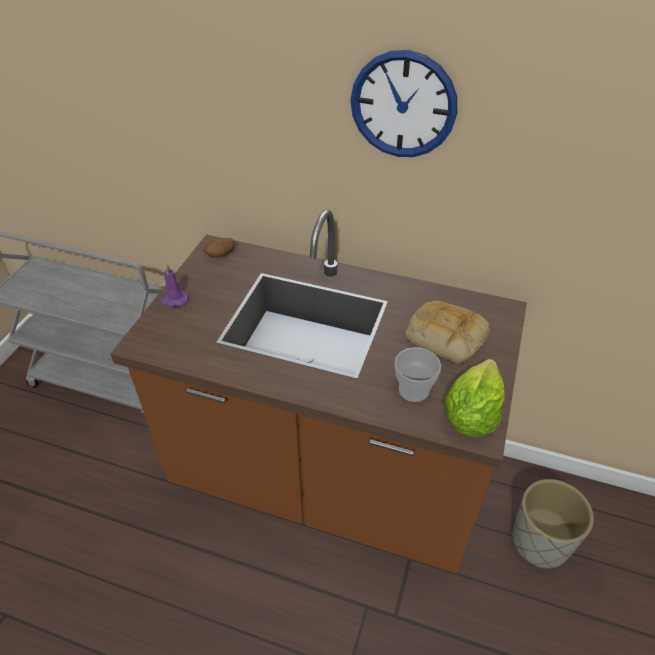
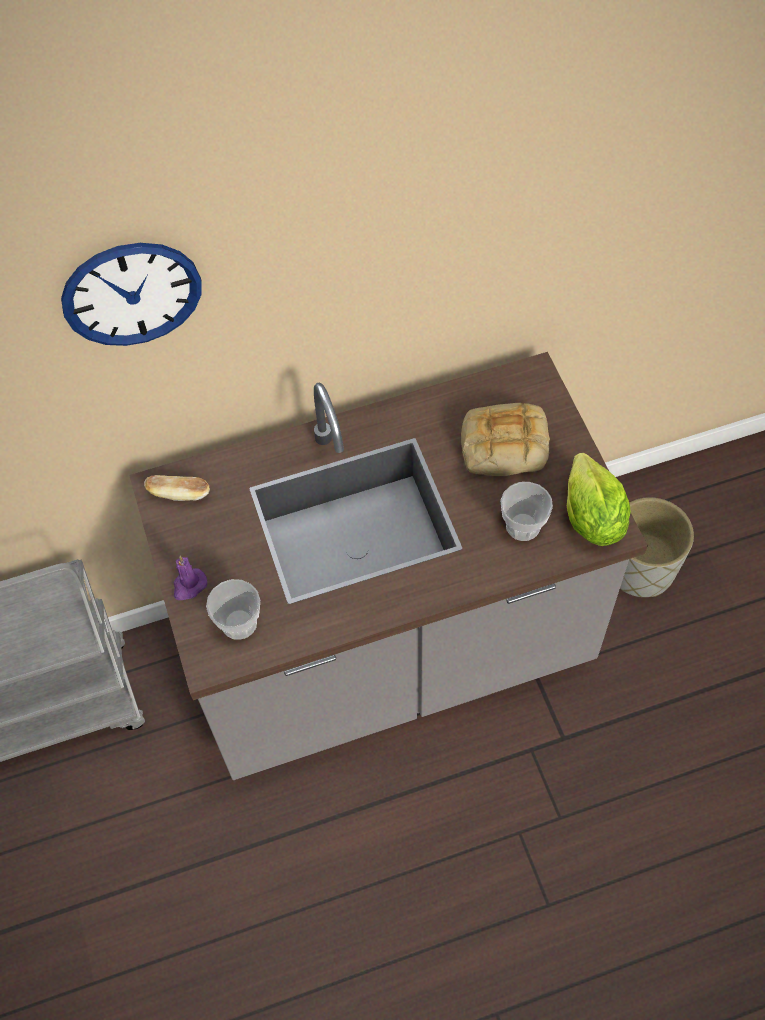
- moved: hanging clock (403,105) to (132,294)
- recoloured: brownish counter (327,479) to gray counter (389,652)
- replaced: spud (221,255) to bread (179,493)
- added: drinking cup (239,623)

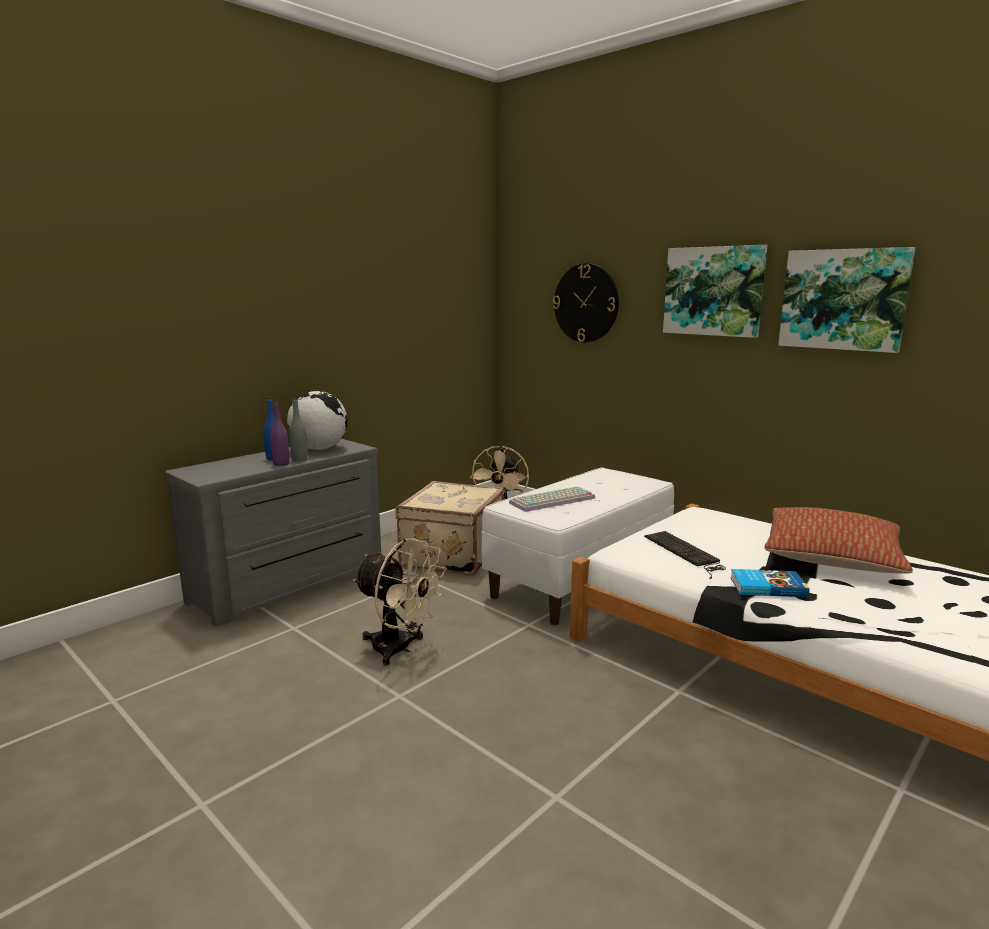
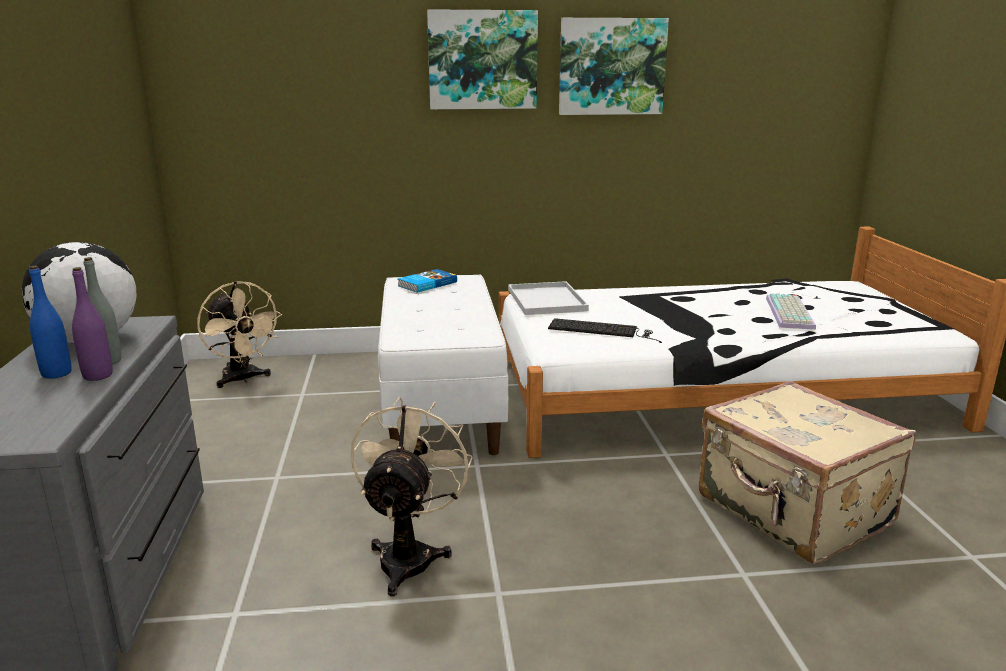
- removed: hanging clock (586,303)
- moved: beige travel case (450,555) to (792,512)
- moved: PC keyboard (552,501) to (791,313)
- removed: cushion (832,558)
- turned: beige fan (400,649) = (409,555) 60 degrees counterclockwise
- moved: bound book (767,586) to (426,284)
- added: white tray (548,300)

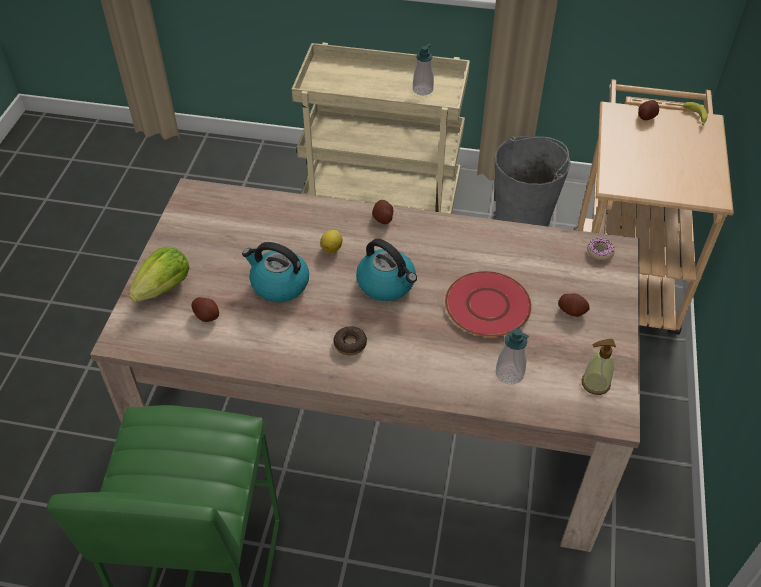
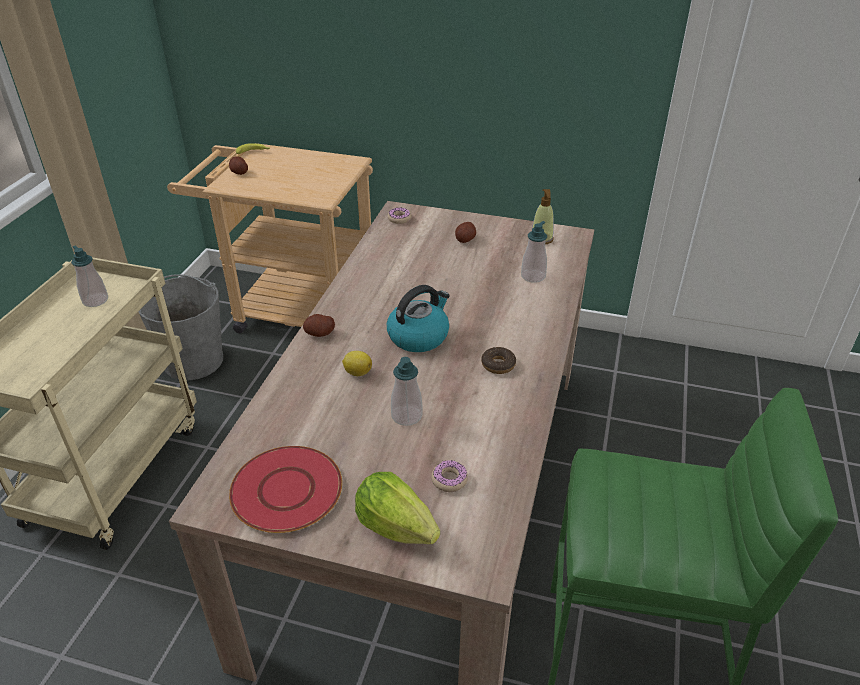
- replaced: tea kettle (279,284) to soap bottle (406,416)
- moved: red-coloured dinner plate (487,305) to (286,490)
- replaced: spud (207,315) to donut (449,480)

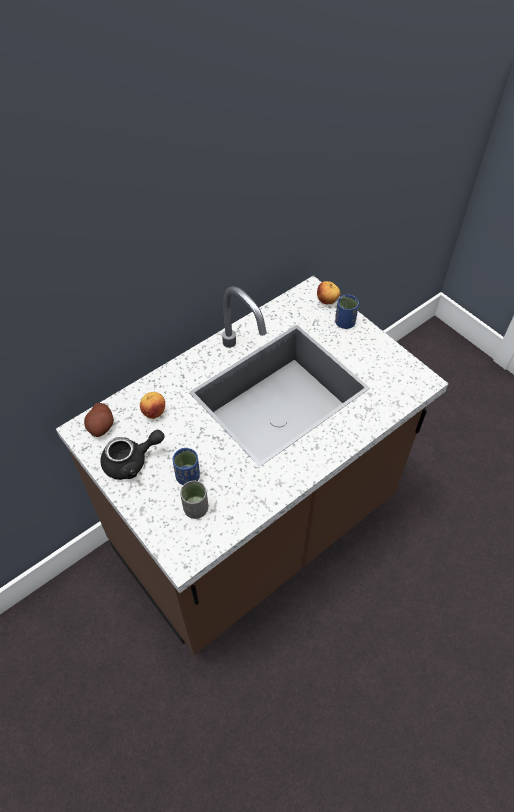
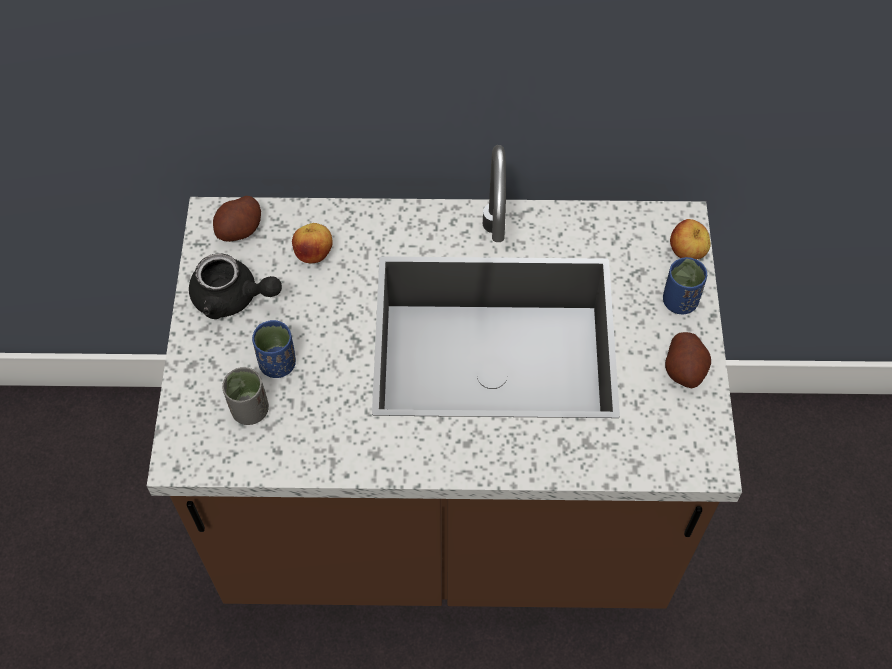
- added: spud (684,369)

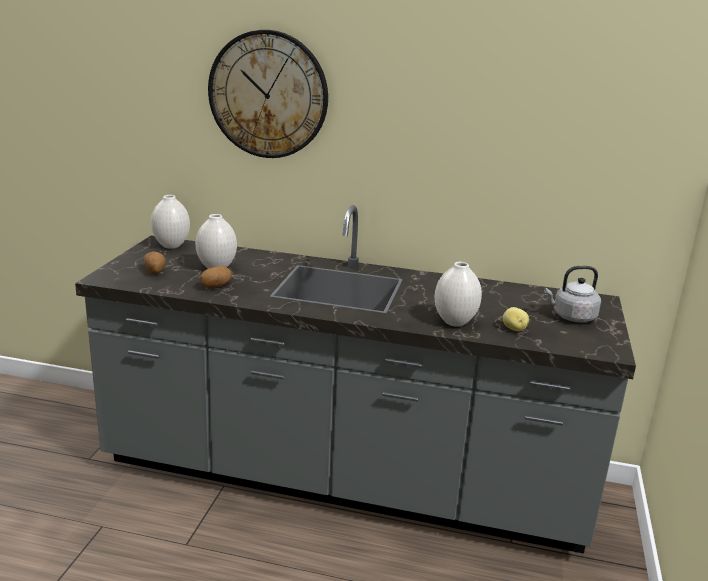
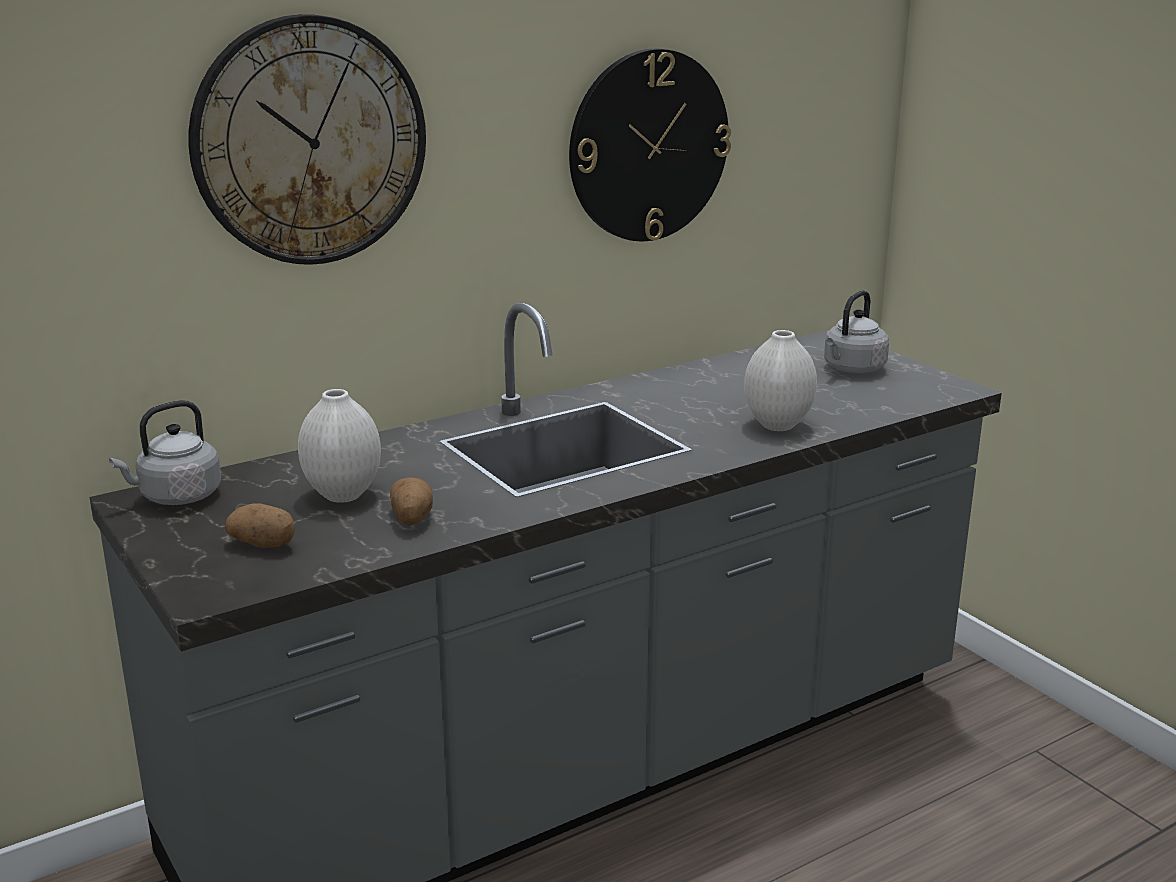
- replaced: white vase (171,246) to gray tea kettle (176,497)
- removed: spud (514,329)
- added: hanging clock (648,146)

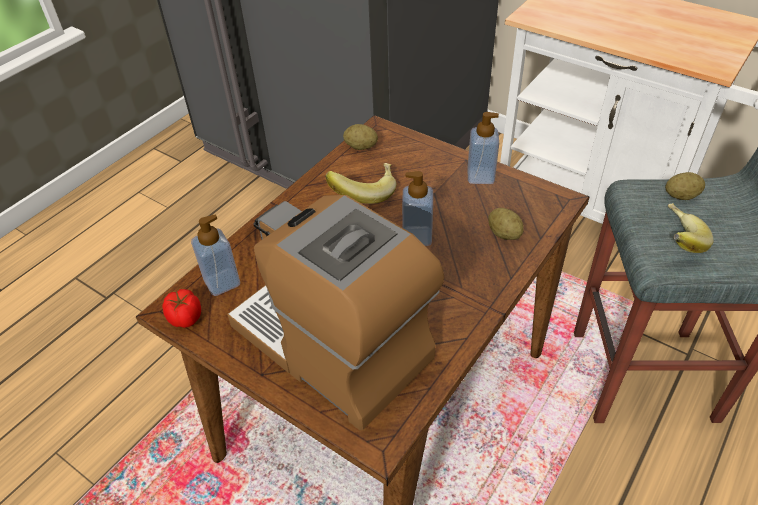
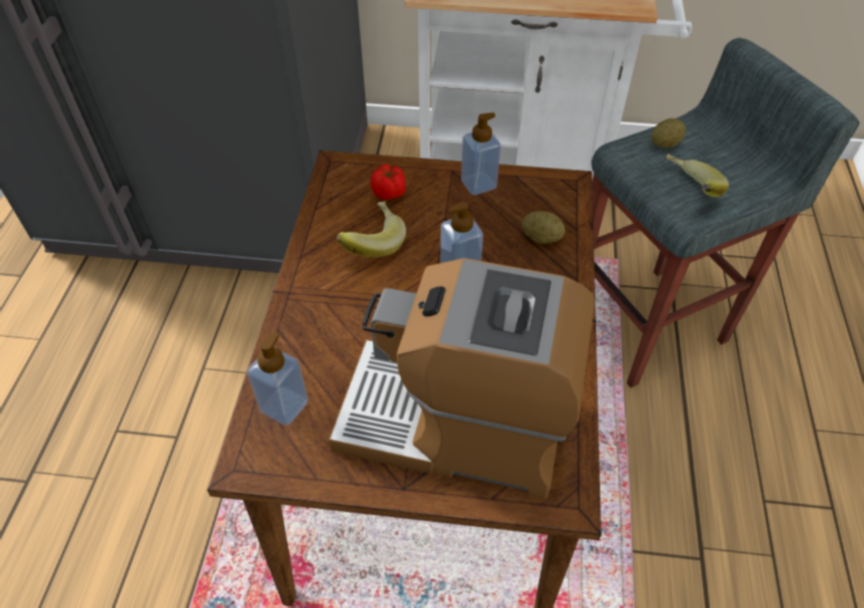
- removed: spud (361,147)
- moved: whole tomato (186,318) to (389,193)

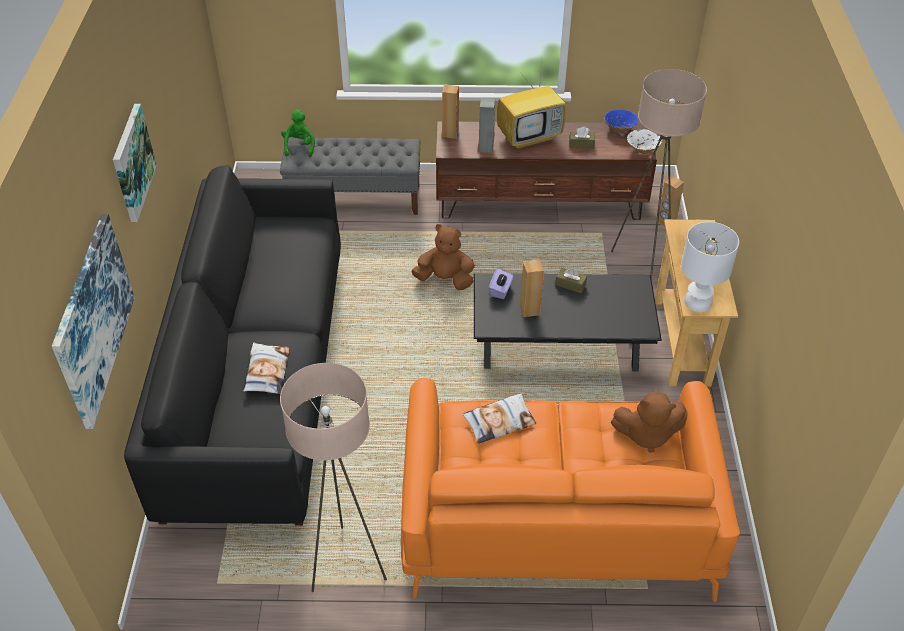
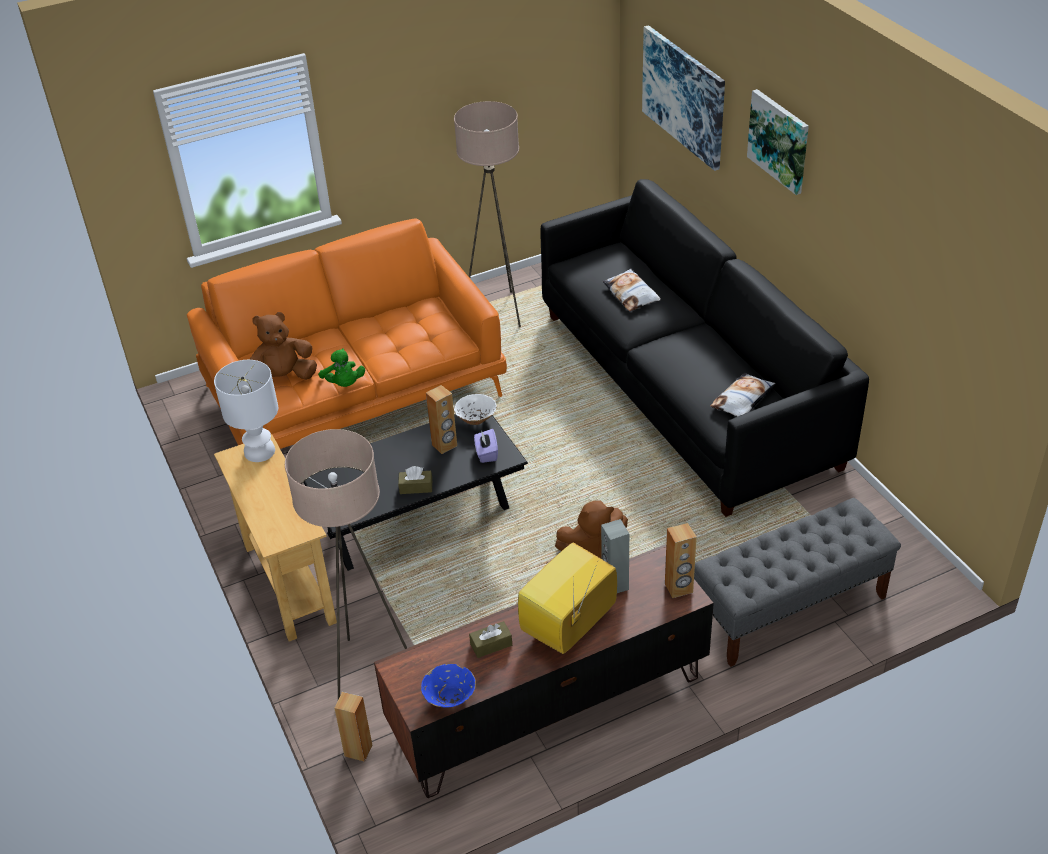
- moved: green-coloured cuddly toy (299,146) to (344,384)
- moved: white deep dish (642,150) to (476,419)
- moved: cushion (499,421) to (743,400)

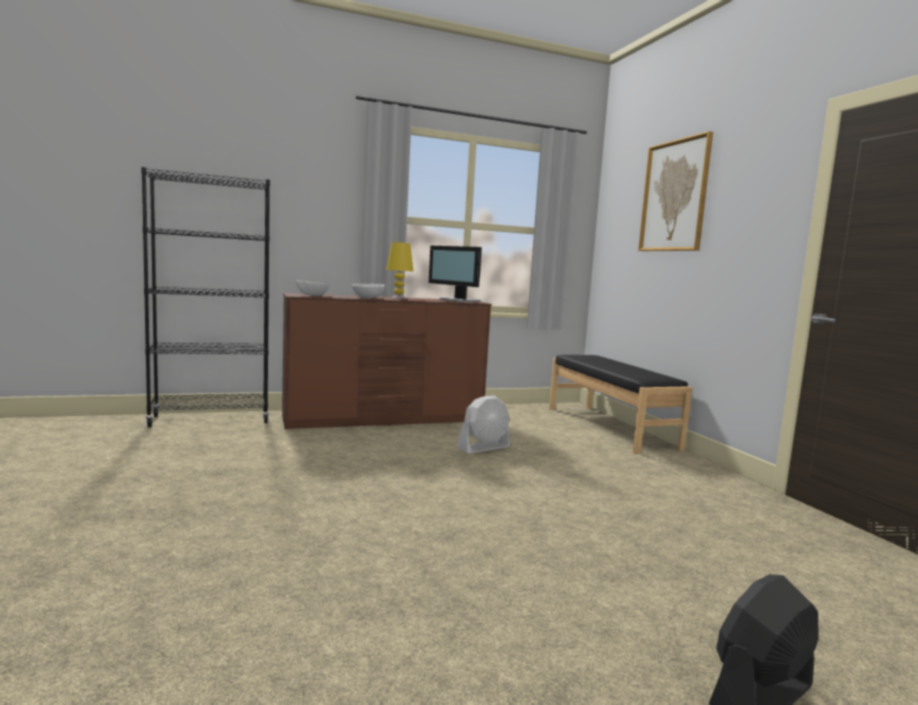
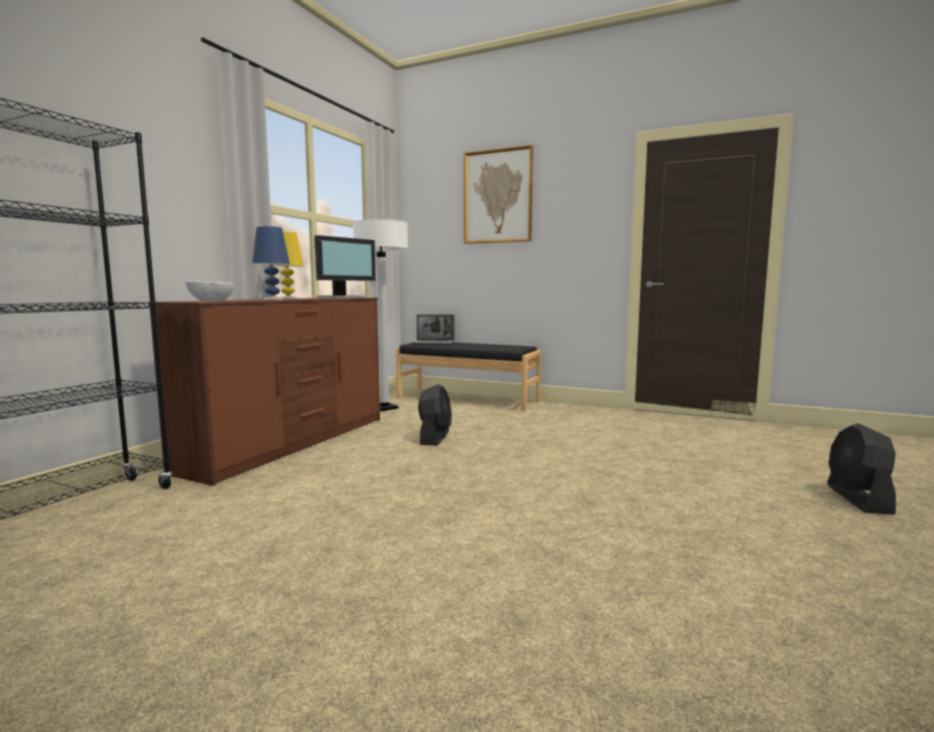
- turned: computer display (459,301) = (341,297) 45 degrees counterclockwise
- replaced: white deep dish (368,298) to bluish tabletop lamp (272,299)
- recoloured: white fan (484,448) to black fan (435,438)
- added: white standing lamp (384,408)
- added: notebook computer (434,343)

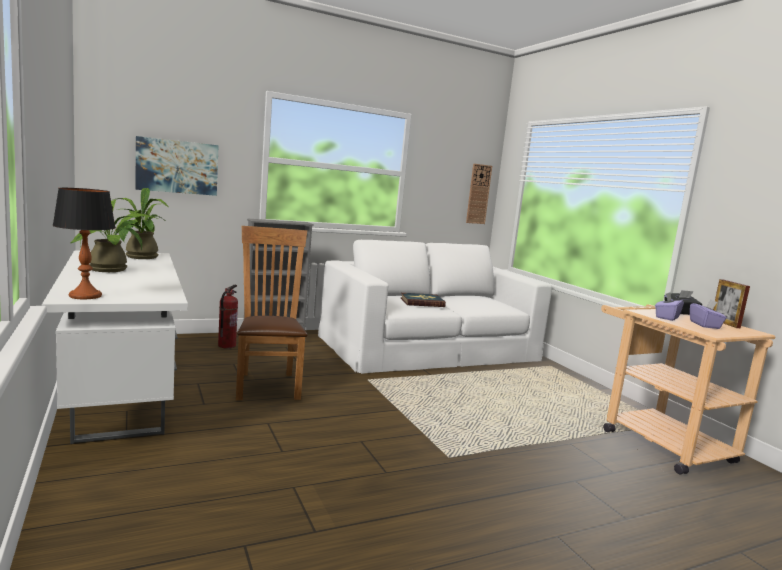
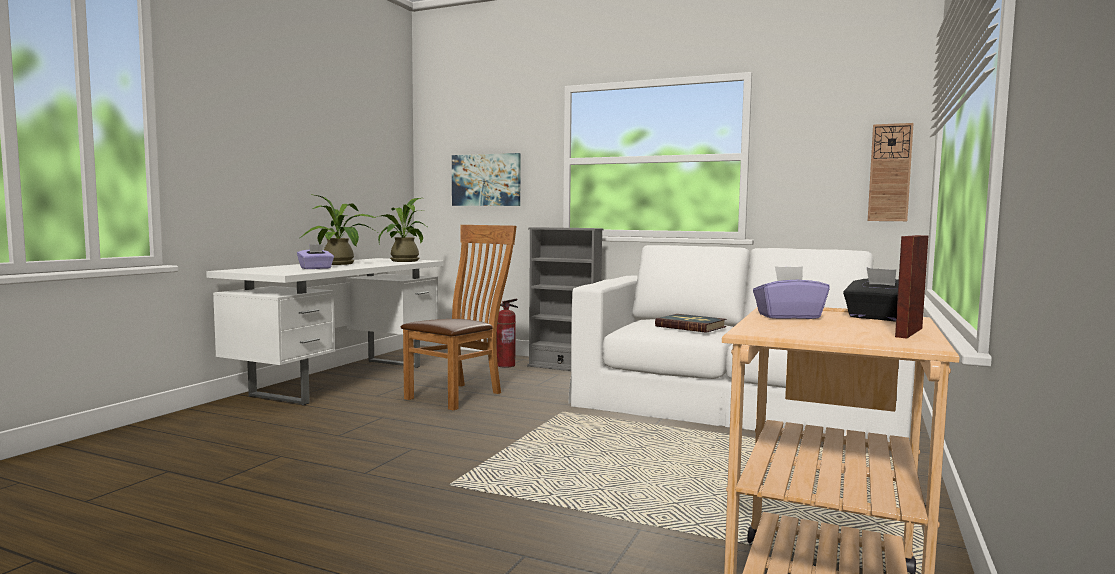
- removed: tabletop lamp (85,296)
- moved: purplish box of tissues (705,325) to (316,268)

